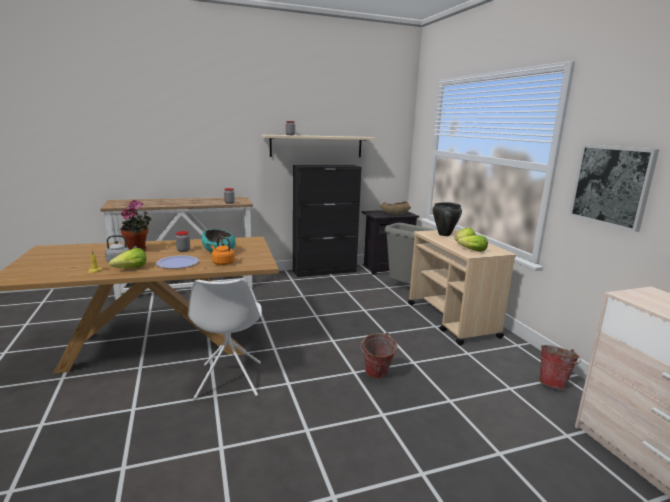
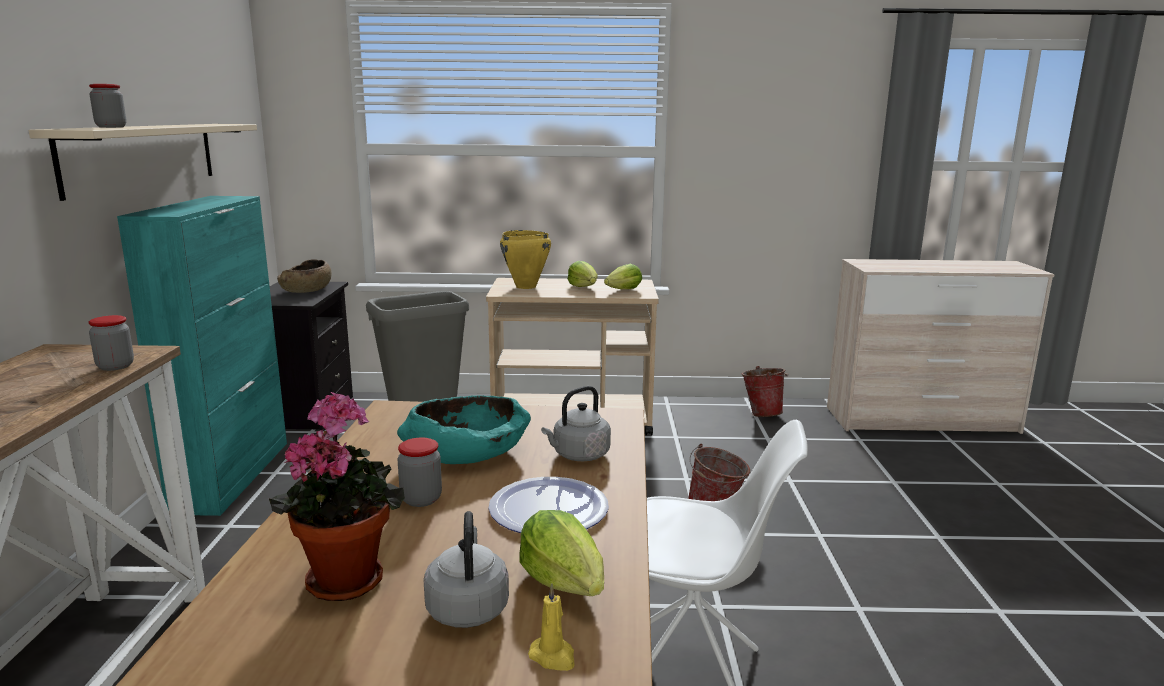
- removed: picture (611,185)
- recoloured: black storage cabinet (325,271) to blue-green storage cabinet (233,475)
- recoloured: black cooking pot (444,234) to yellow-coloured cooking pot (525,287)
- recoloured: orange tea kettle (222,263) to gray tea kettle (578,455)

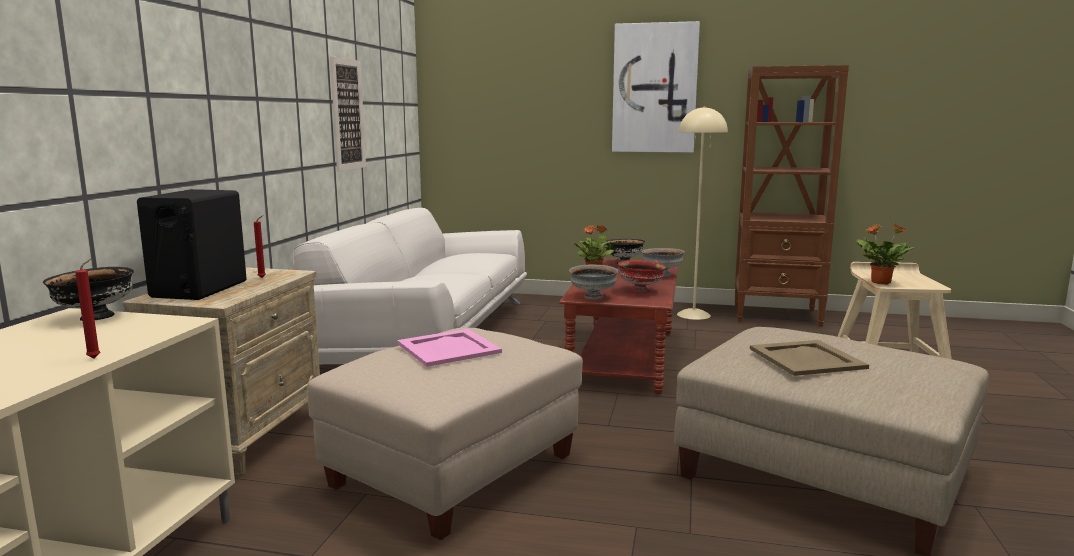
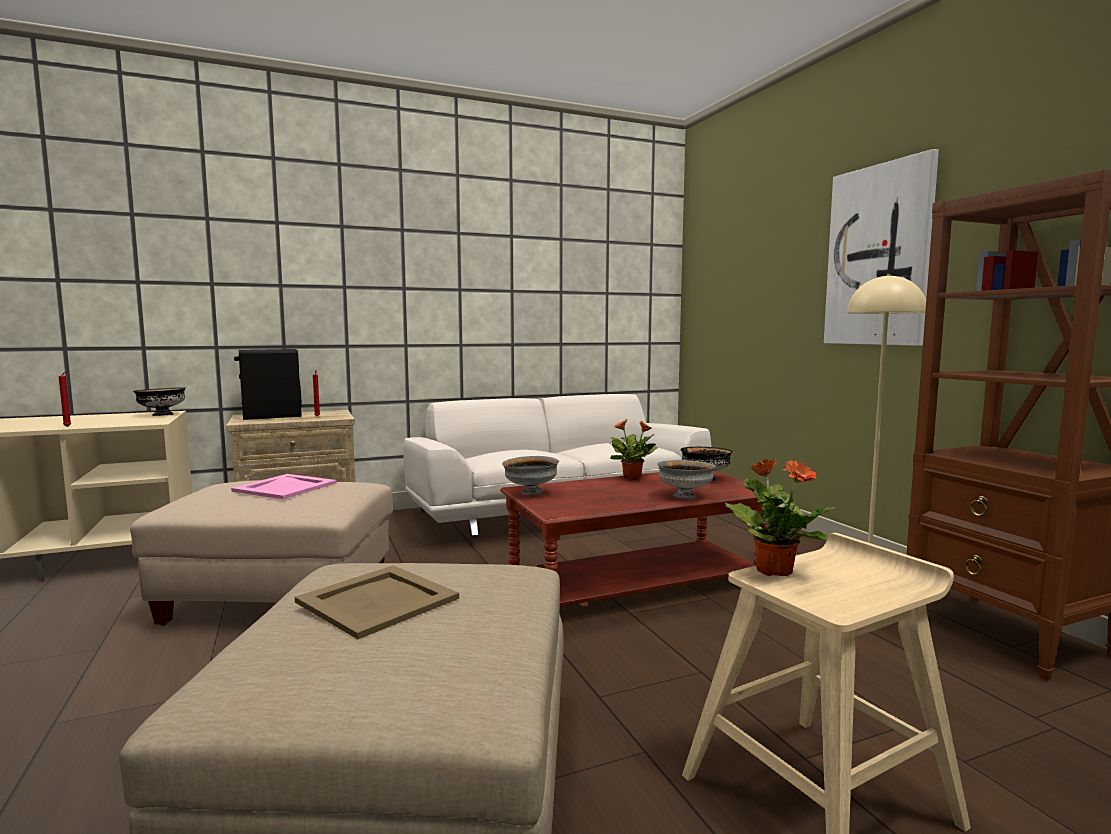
- removed: picture (348,114)
- removed: red-coloured deep dish (641,291)

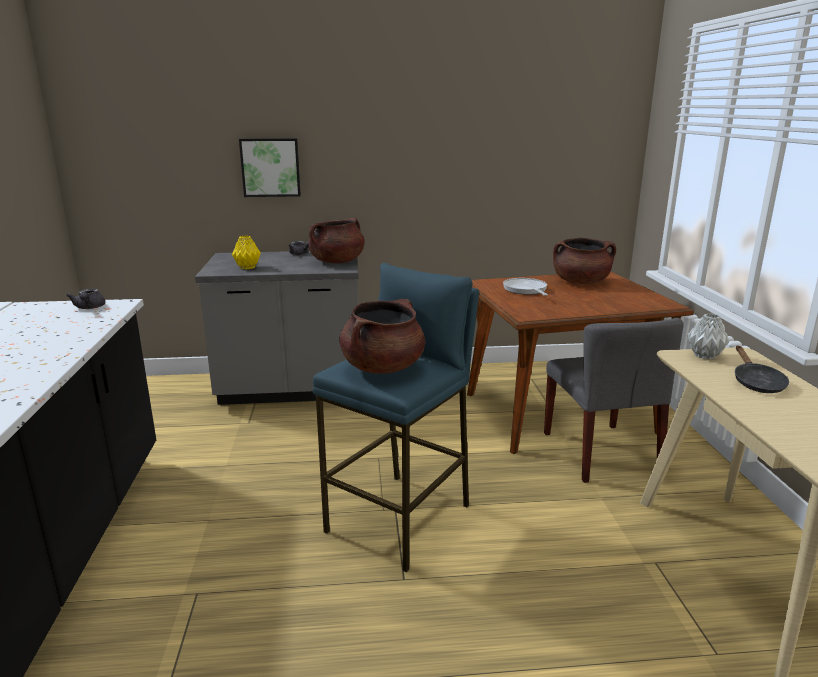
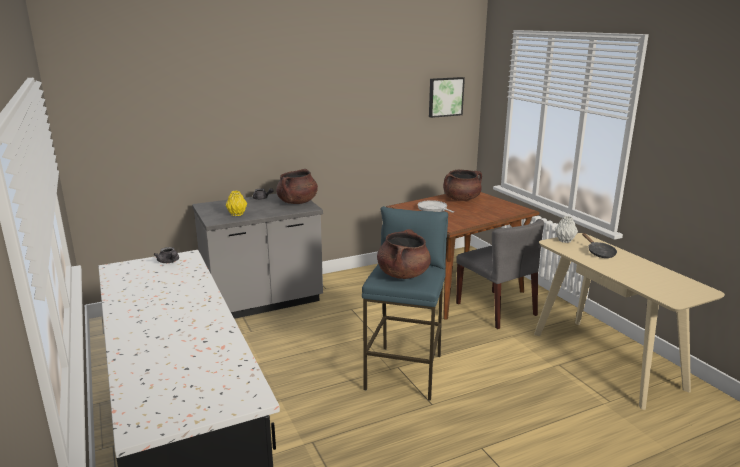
- moved: picture (270,167) to (445,97)

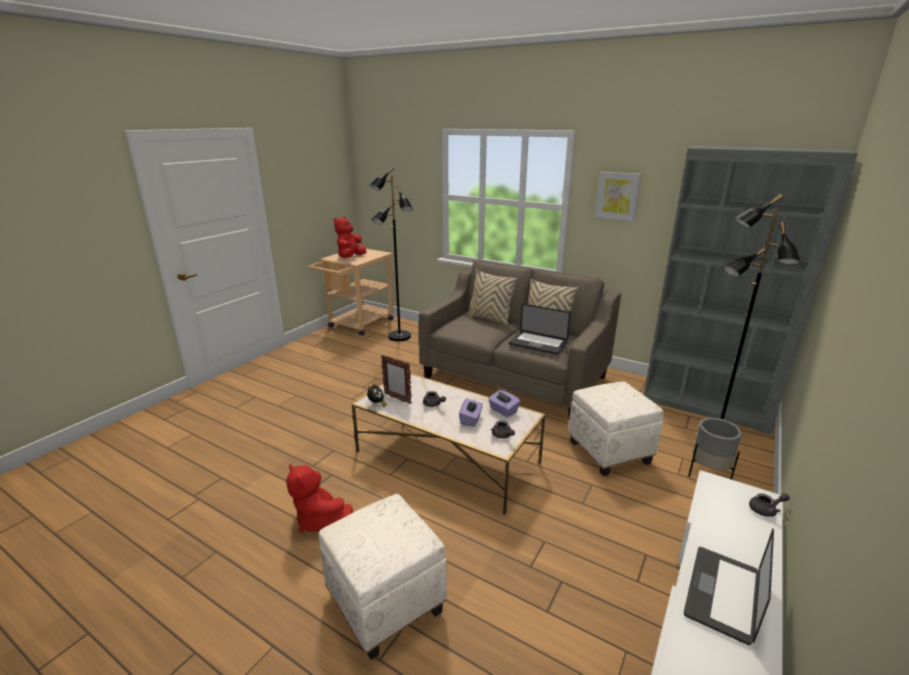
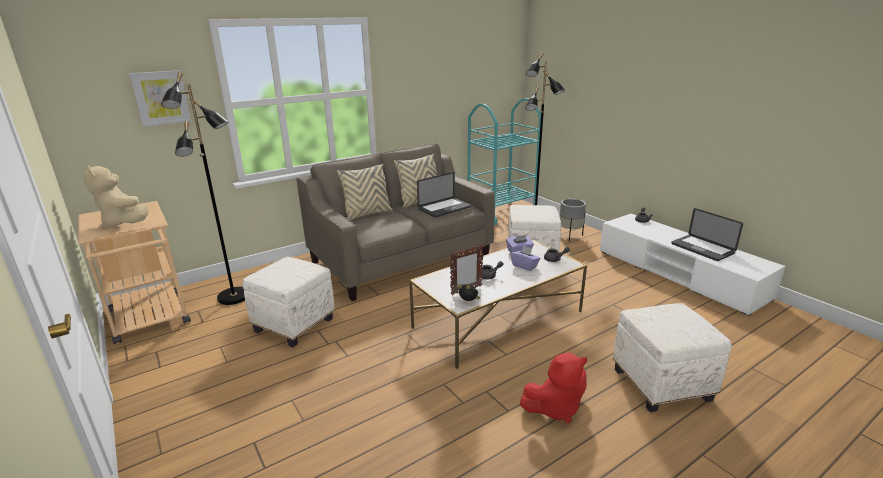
- replaced: gray shelving unit (706,405) to blue-green wheeled cart (501,212)
- moved: picture (617,196) to (161,98)
- recoloured: red-coloured cuddly toy (351,257) to beige cuddly toy (125,223)
- added: white footrest (294,324)

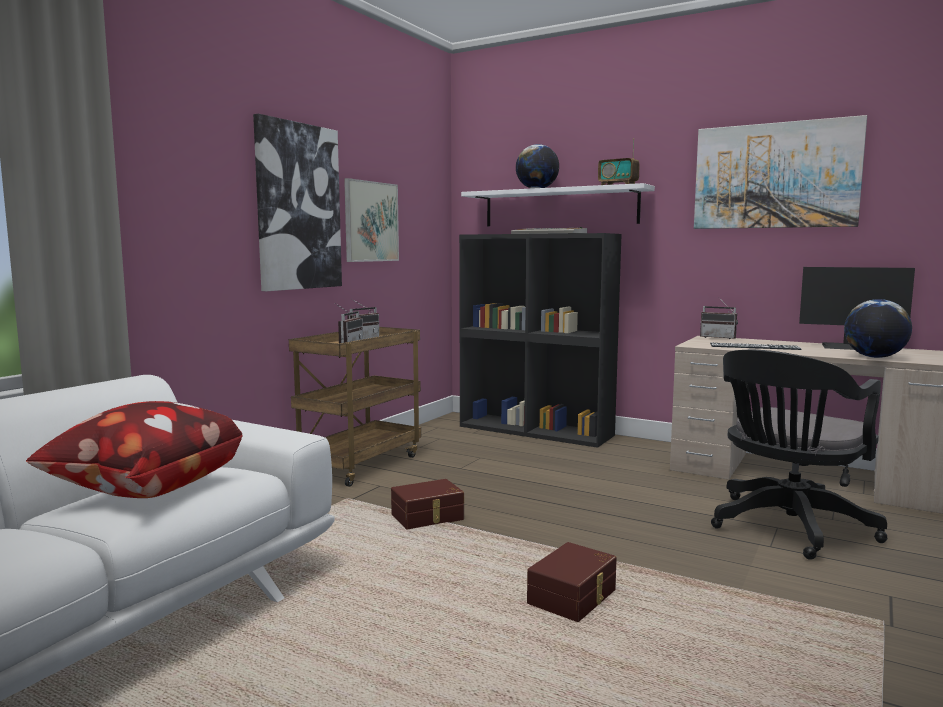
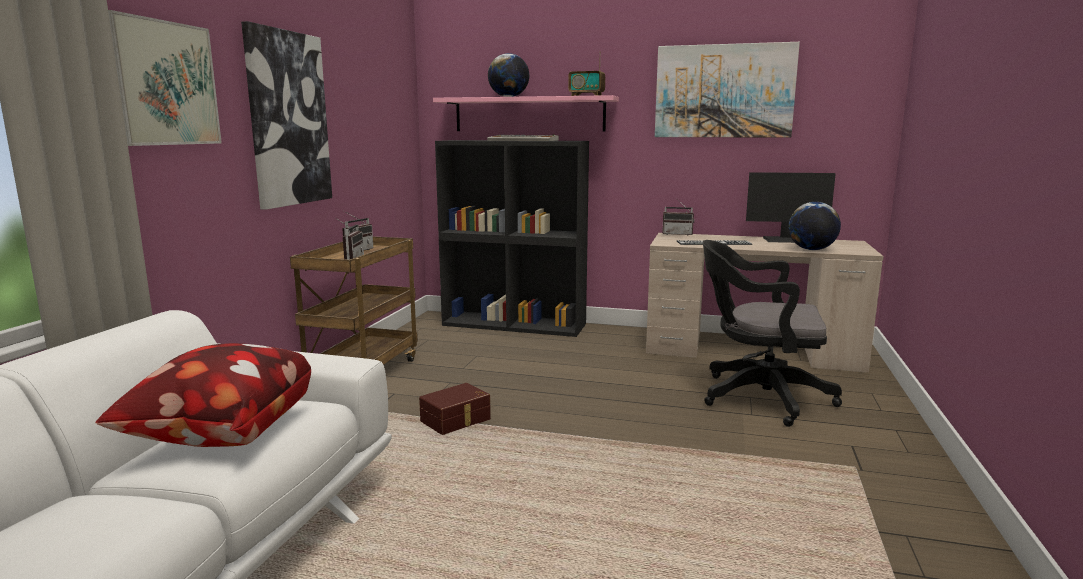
- moved: picture (371,221) to (166,83)
- recoloured: white wall shelf (559,207) to pink-coloured wall shelf (529,114)
- turned: black desk chair (787,528) = (758,397) 75 degrees clockwise
- removed: brownish storage bin (574,598)

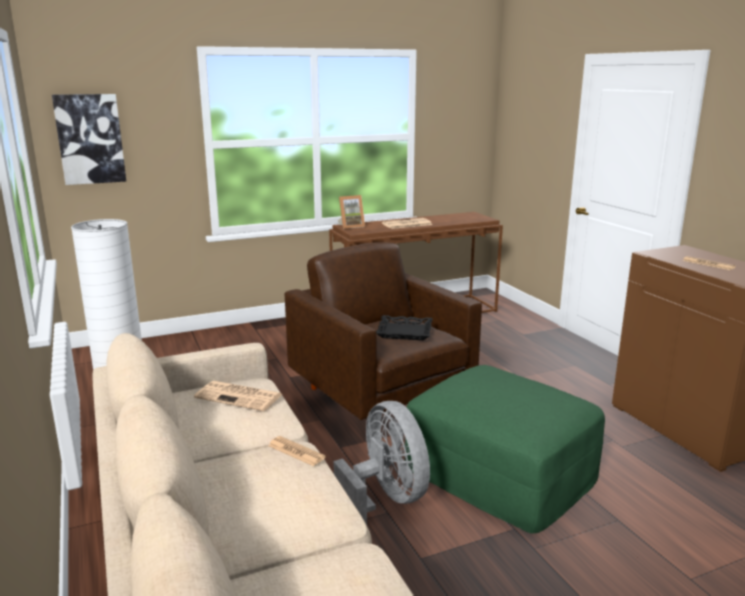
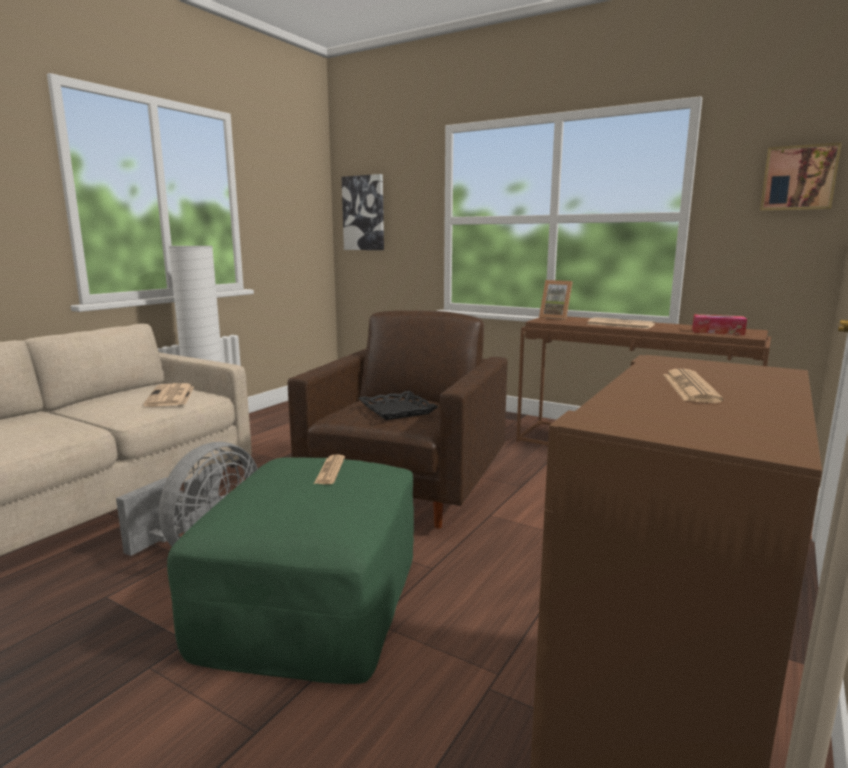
- moved: newspaper (296,452) to (330,470)
- added: picture (799,178)
- added: box of tissues (717,332)

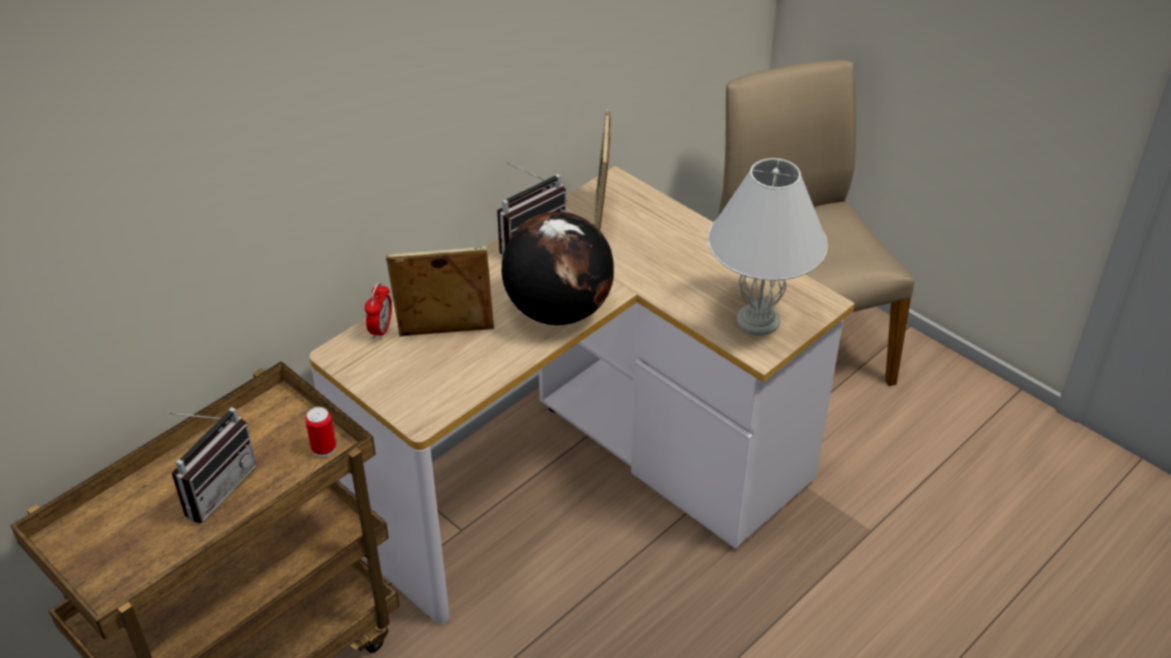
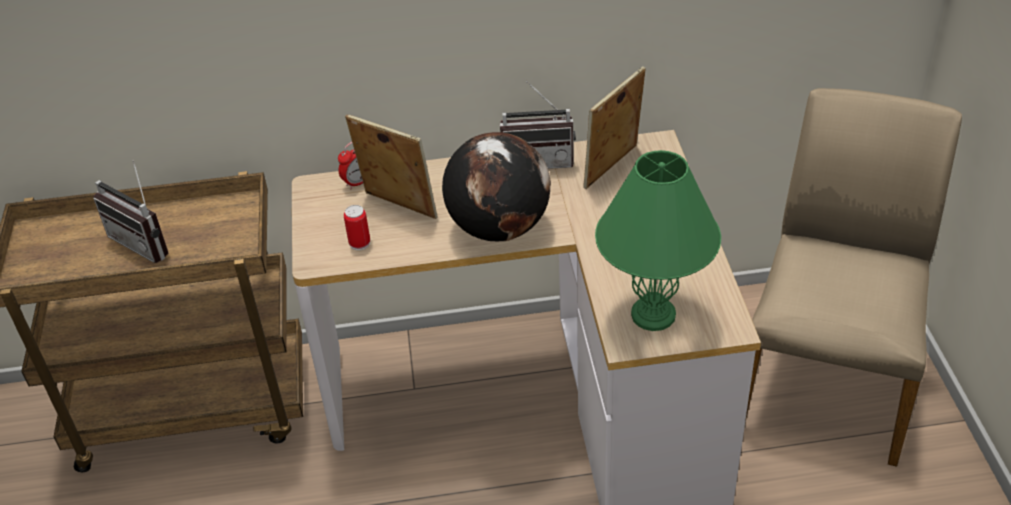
- recoloured: white tabletop lamp (758,322) to green-coloured tabletop lamp (653,315)
- turned: radio (214,487) = (146,241) 60 degrees clockwise
- moved: can (324,448) to (359,243)

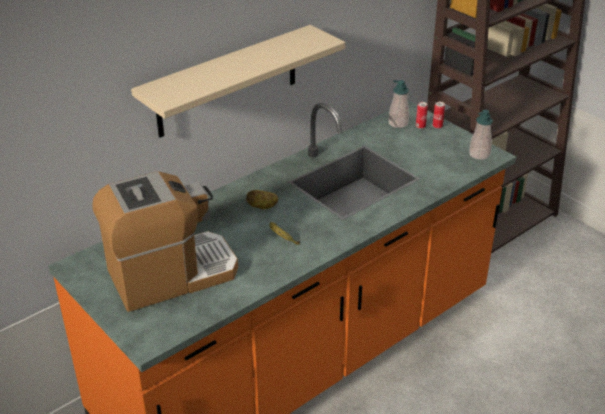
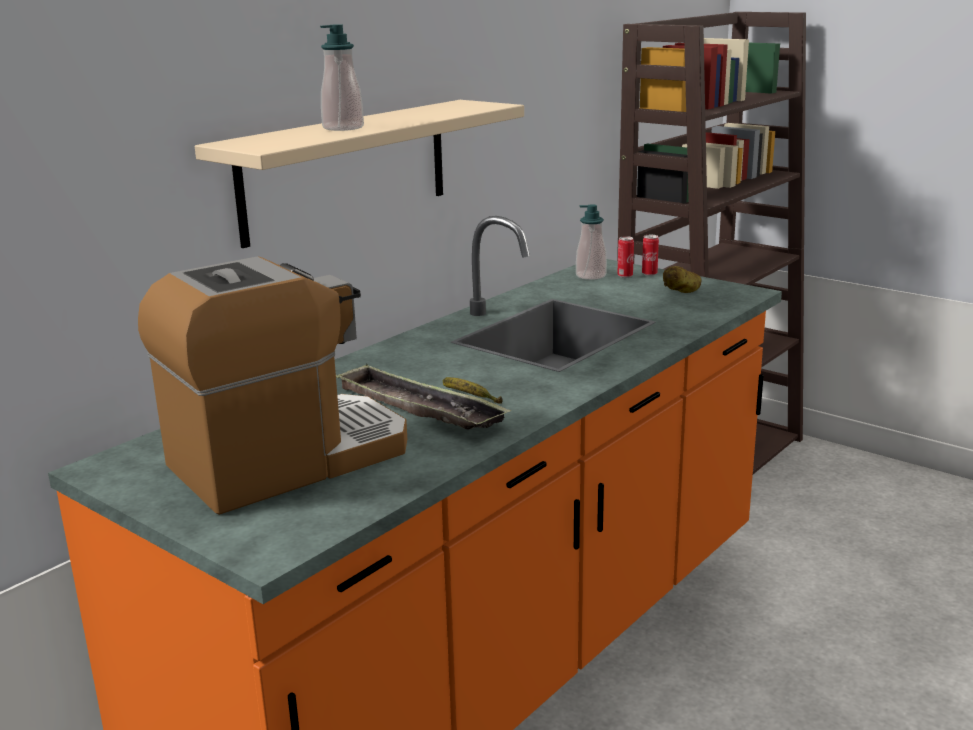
- moved: soap bottle (479,154) to (343,128)
- moved: spud (262,206) to (682,292)
- added: tray (418,408)

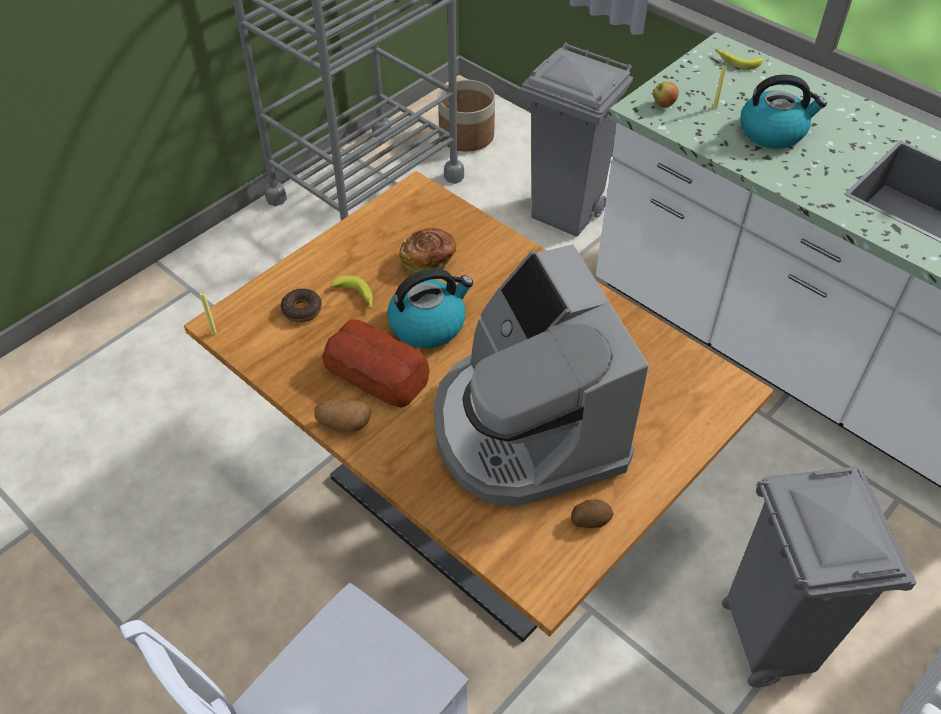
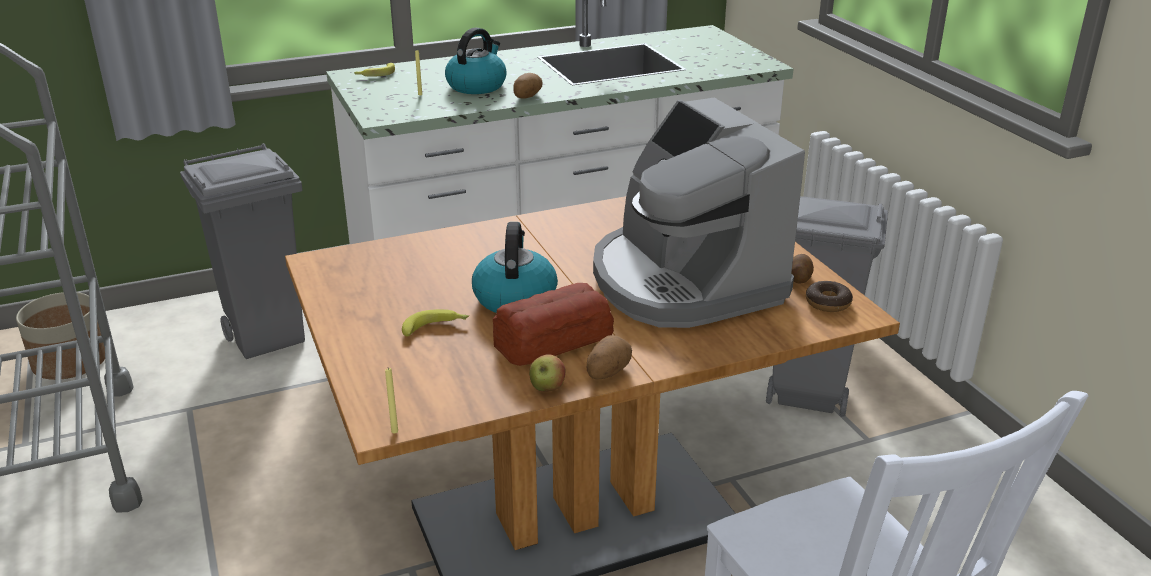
- moved: apple (663,105) to (547,388)
- removed: bread (429,261)
- turned: coffee maker (526,429) = (684,281) 60 degrees clockwise
- moved: donut (302,310) to (828,303)
- added: spud (526,96)

